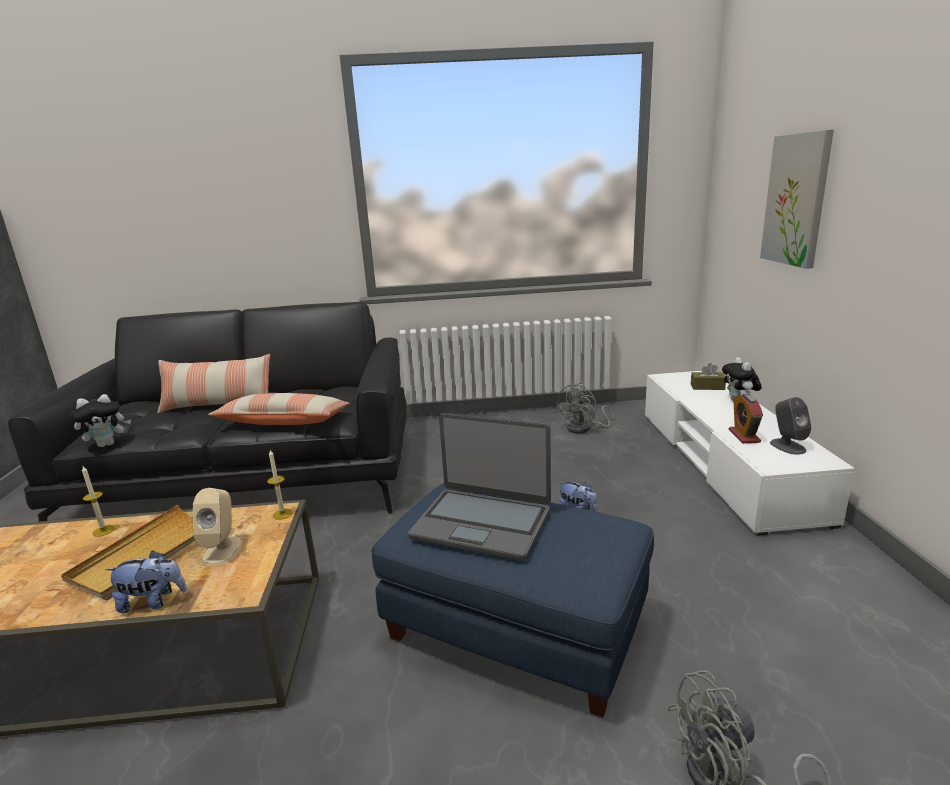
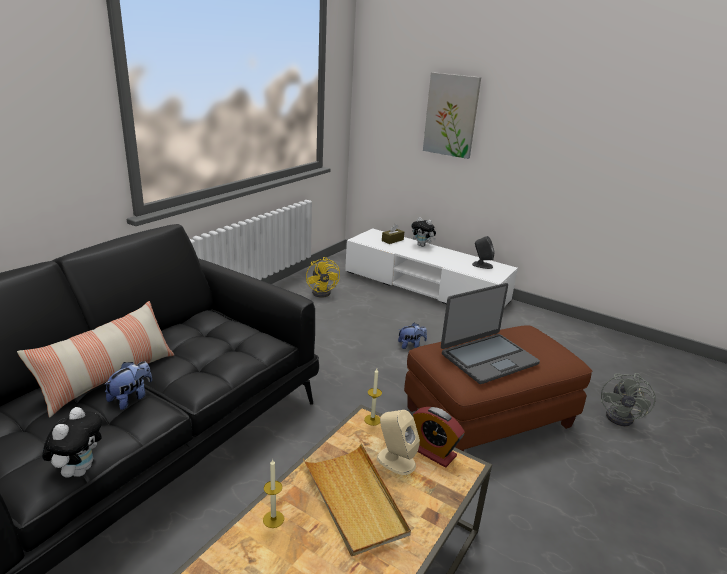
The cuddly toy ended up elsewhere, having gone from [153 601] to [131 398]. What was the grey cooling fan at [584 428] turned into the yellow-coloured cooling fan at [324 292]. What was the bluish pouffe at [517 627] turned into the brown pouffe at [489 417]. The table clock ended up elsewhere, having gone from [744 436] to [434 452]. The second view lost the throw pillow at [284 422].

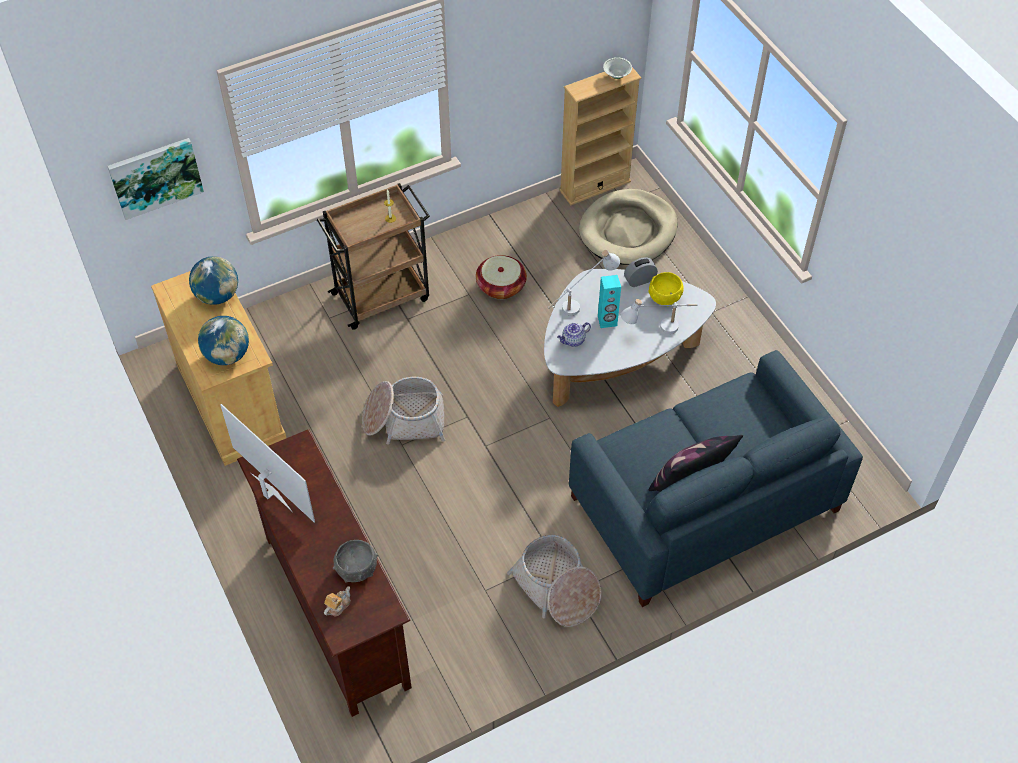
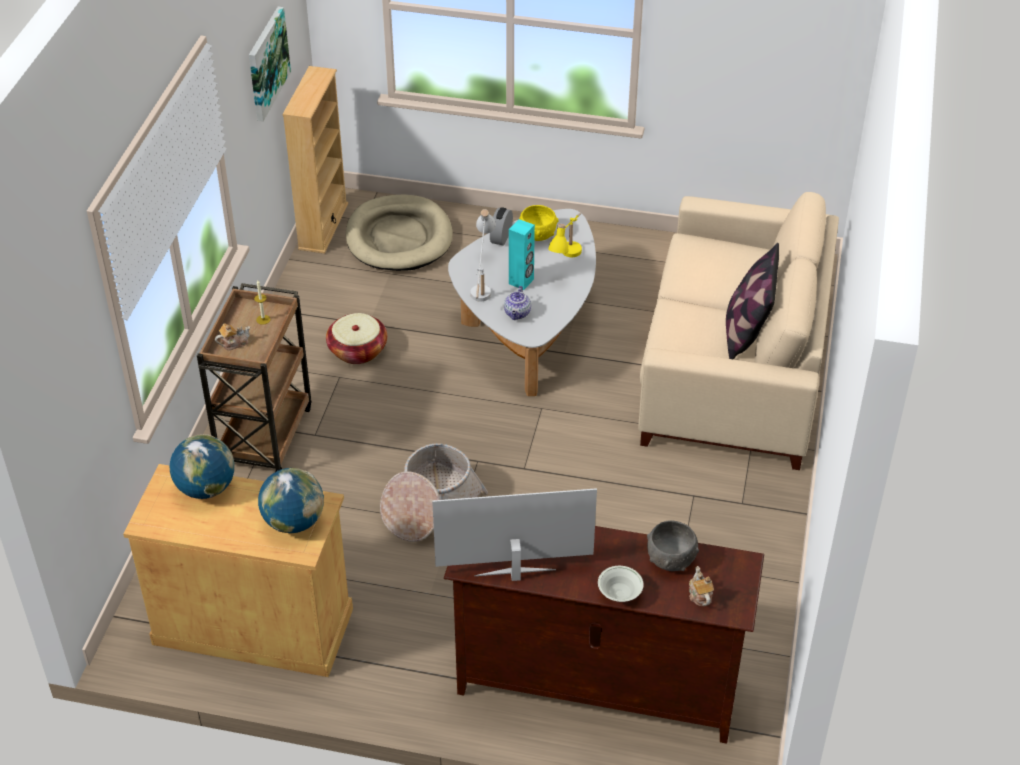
The second view gained the teapot at [234 343]. The picture ended up elsewhere, having gone from [155 177] to [266 63]. What was the whitish lamp for a table at [657 331] turned into the yellow-coloured lamp for a table at [567 260]. The whitish serving bowl ended up elsewhere, having gone from [616 75] to [619 594]. What was the bluish settee at [703 502] turned into the sand-coloured settee at [732 369]. The second view lost the household basket at [556 588].

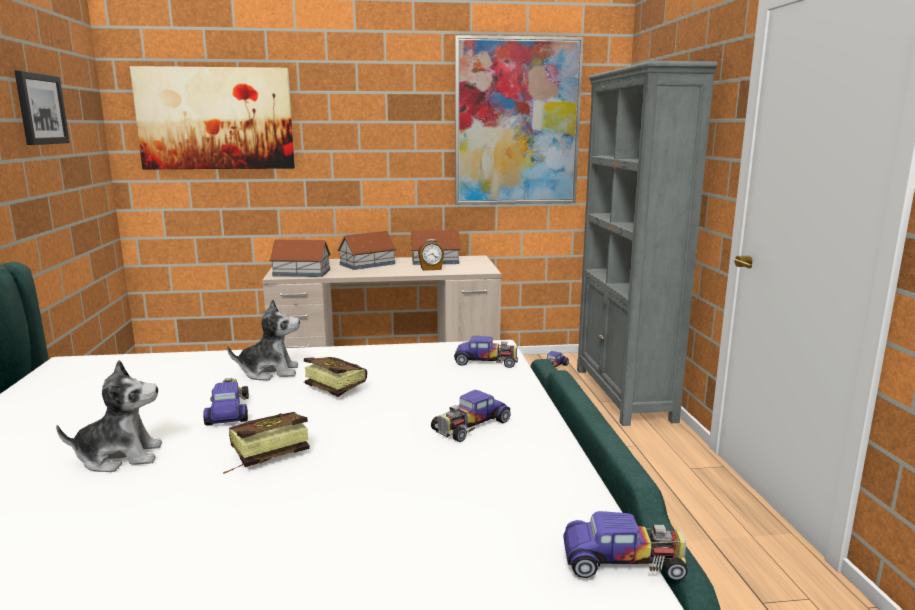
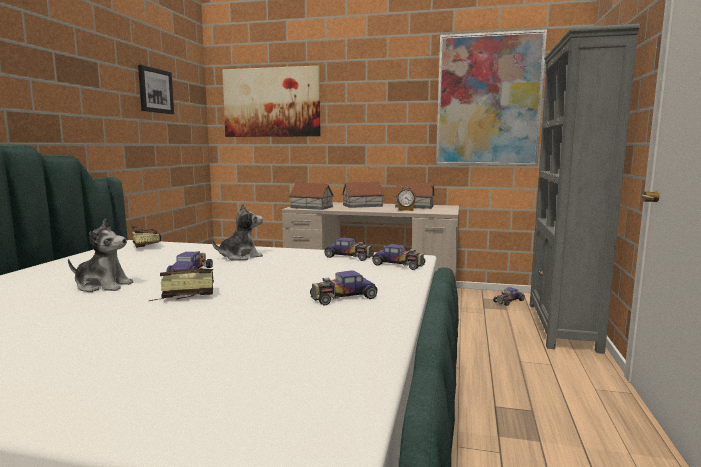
The volume ended up elsewhere, having gone from [331 388] to [146 246]. The cuddly toy at [270 372] ended up facing another way, 45 degrees counterclockwise from before. The miniature car ended up elsewhere, having gone from [623 560] to [349 256].

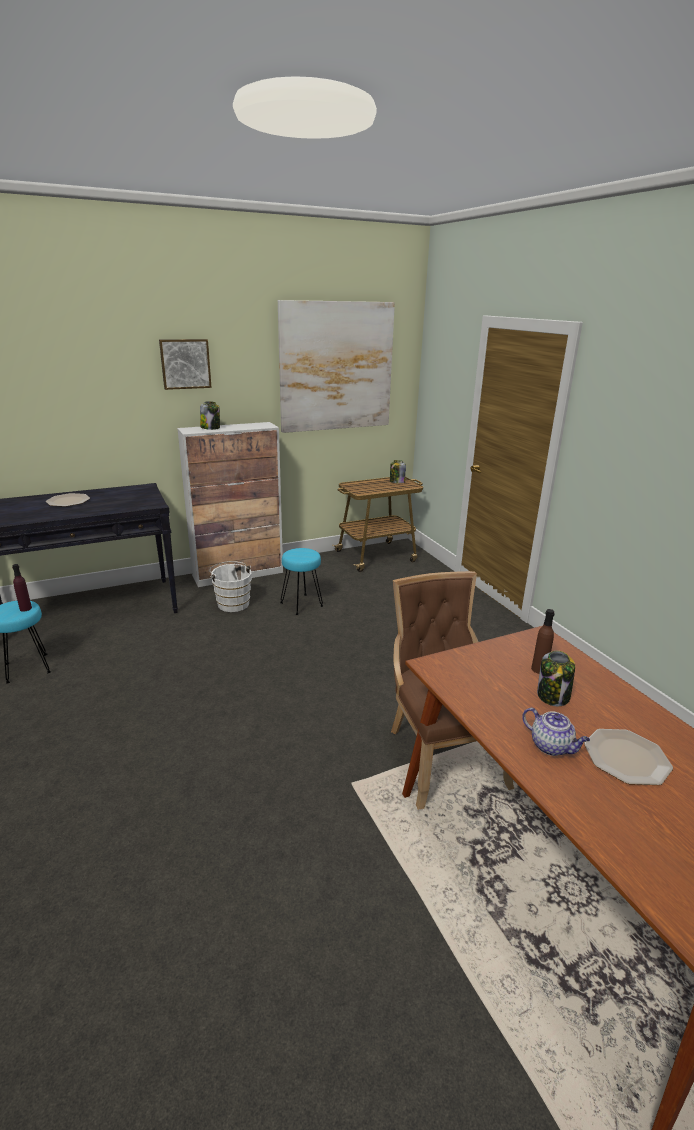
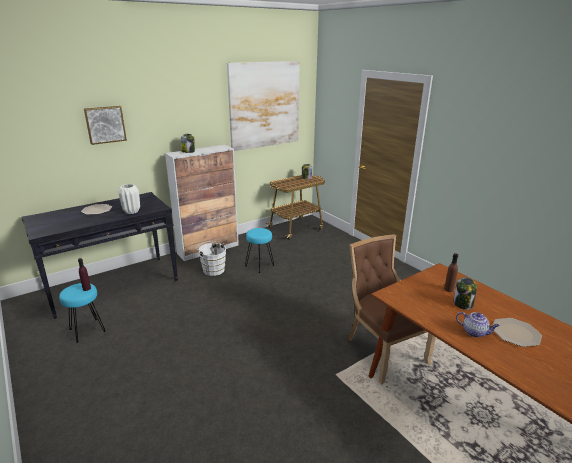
The picture ended up elsewhere, having gone from [185 364] to [105 124]. The second view gained the whitish vase at [131 212].

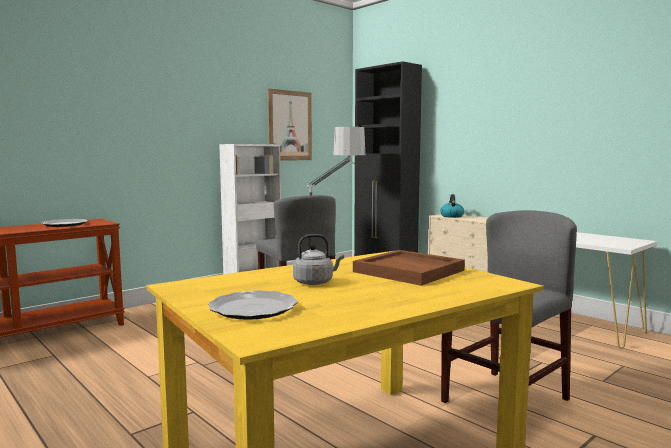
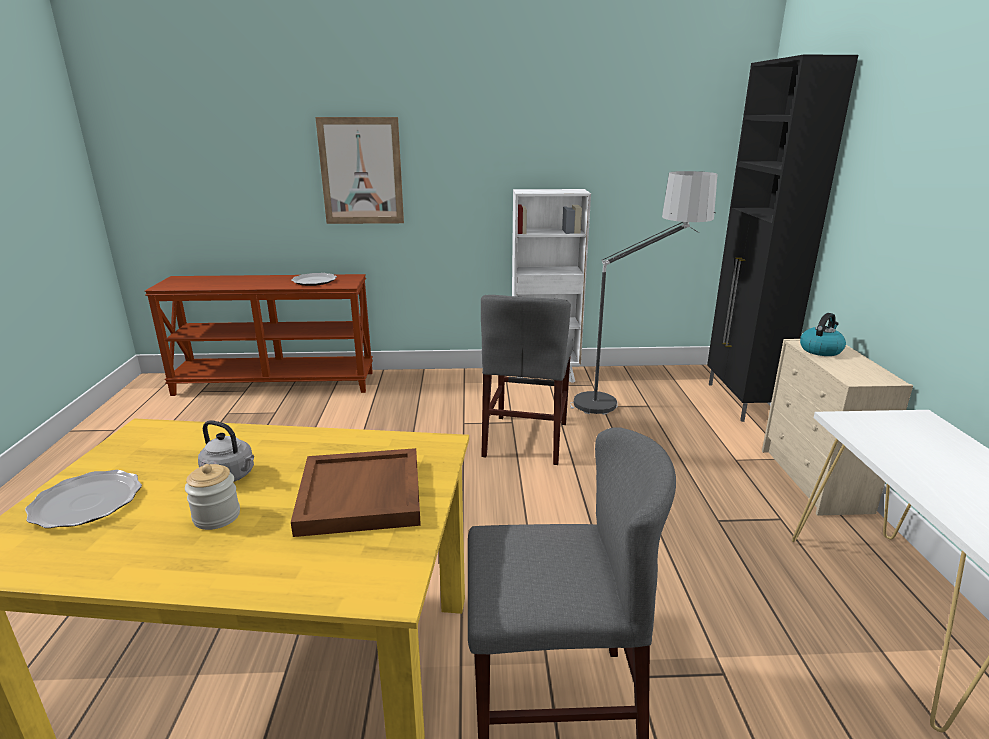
The second view gained the preserve jar at [217 517]. The picture ended up elsewhere, having gone from [290 125] to [361 171].

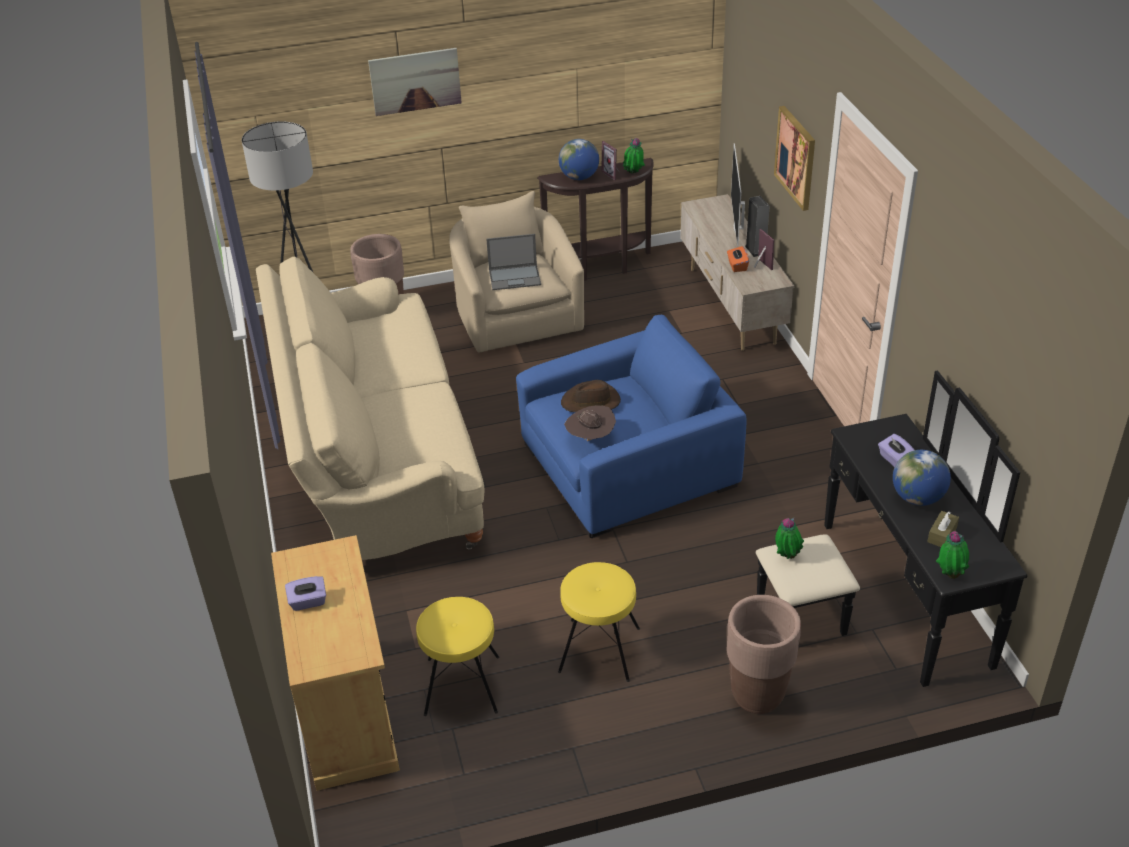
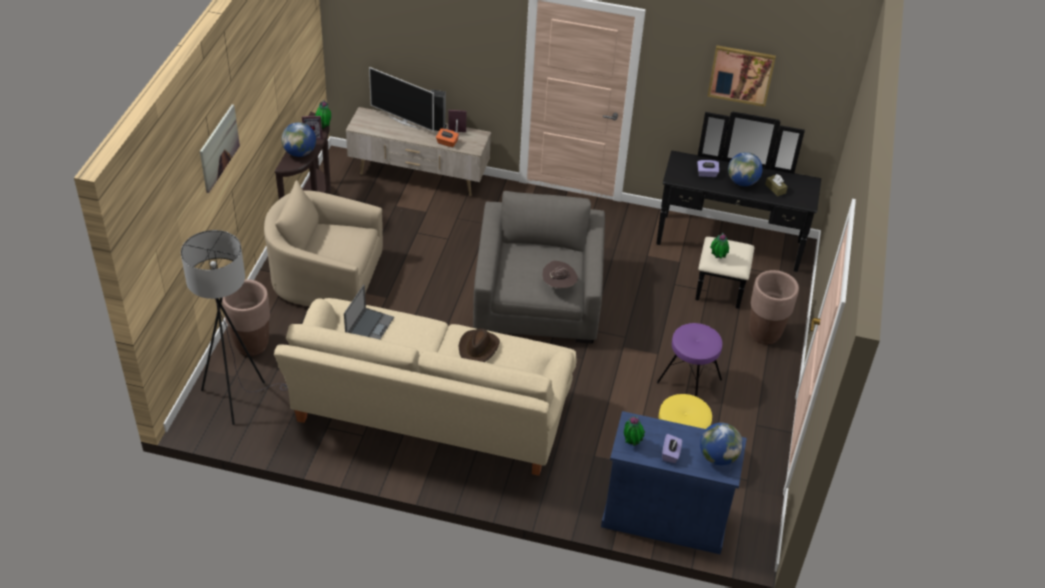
The laptop ended up elsewhere, having gone from [515 277] to [369 327]. The brown hat ended up elsewhere, having gone from [591 402] to [478 348]. What was the bluish easy chair at [627 465] turned into the grey easy chair at [538 297]. What was the sand-coloured storage cabinet at [346 712] turned into the bluish storage cabinet at [665 517]. The houseplant ended up elsewhere, having gone from [950 574] to [631 443]. What was the yellow-coloured sitting stool at [599 649] turned into the purple-coloured sitting stool at [688 381]. The second view gained the desk globe at [718 457]. The picture ended up elsewhere, having gone from [796 157] to [741 75].

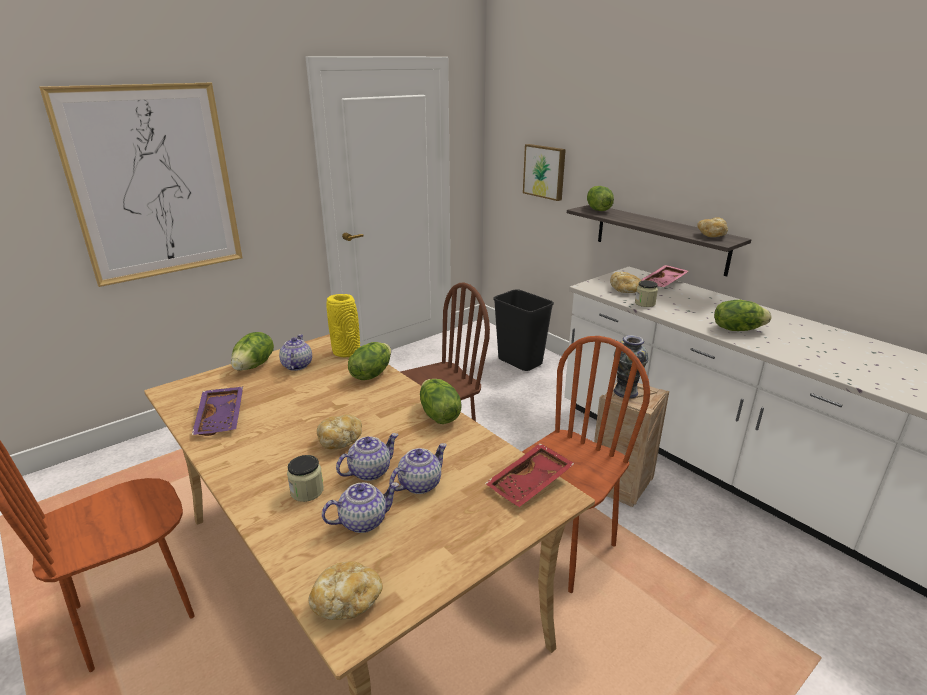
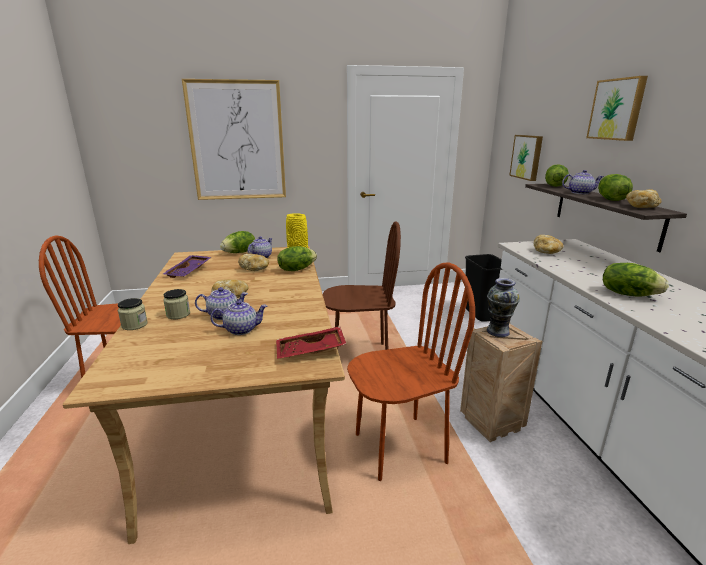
The preserve jar ended up elsewhere, having gone from [645 303] to [134 325]. The bakery bread ended up elsewhere, having gone from [347 601] to [255 269]. The teapot ended up elsewhere, having gone from [363 521] to [580 193]. The second view gained the picture at [617 109]. The lettuce head ended up elsewhere, having gone from [438 415] to [610 199]. The second view lost the pinkish tray at [664 282].

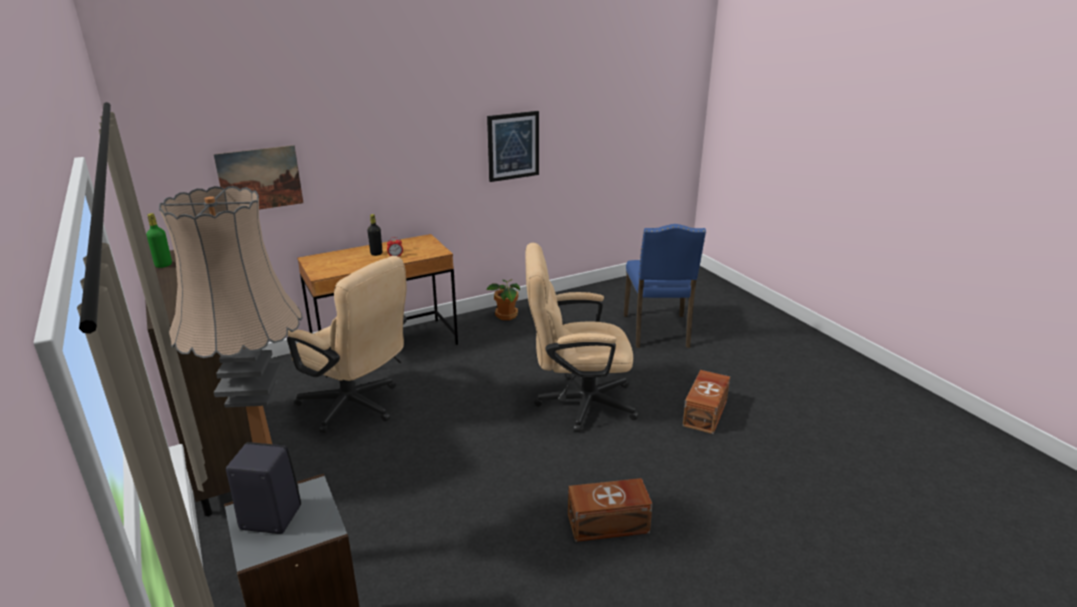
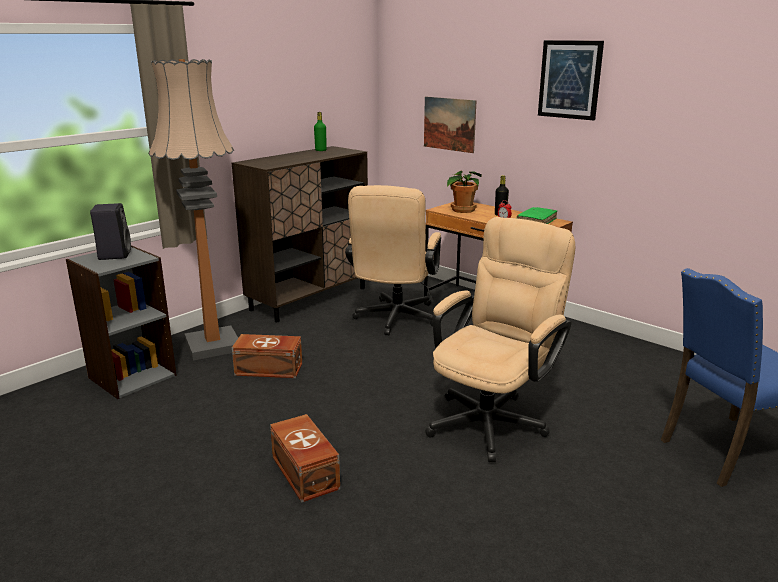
The brown storage container ended up elsewhere, having gone from [706 413] to [269 369]. The sand-coloured office chair at [576 403] ended up facing another way, 60 degrees clockwise from before. The houseplant ended up elsewhere, having gone from [506 316] to [462 210]. The second view gained the green-coloured volume at [536 221]. The picture ended up elsewhere, having gone from [513 146] to [570 79].

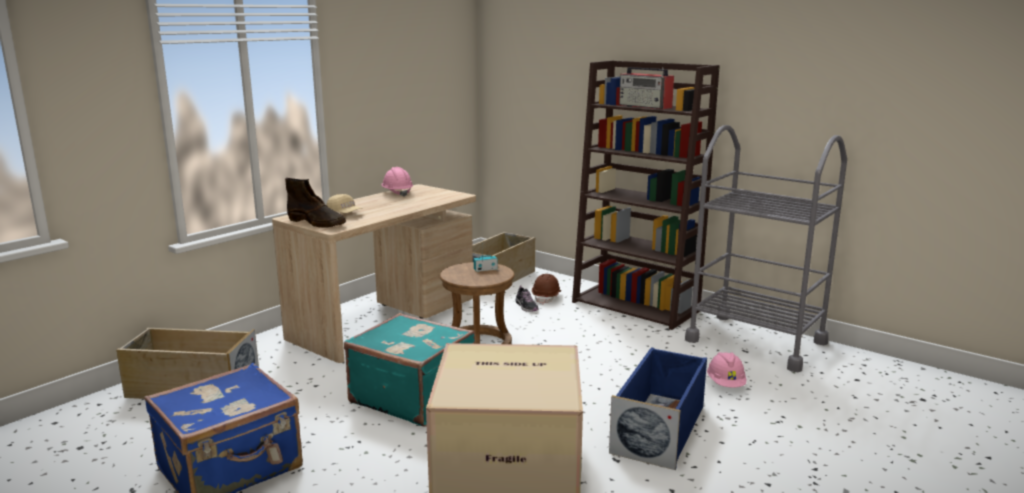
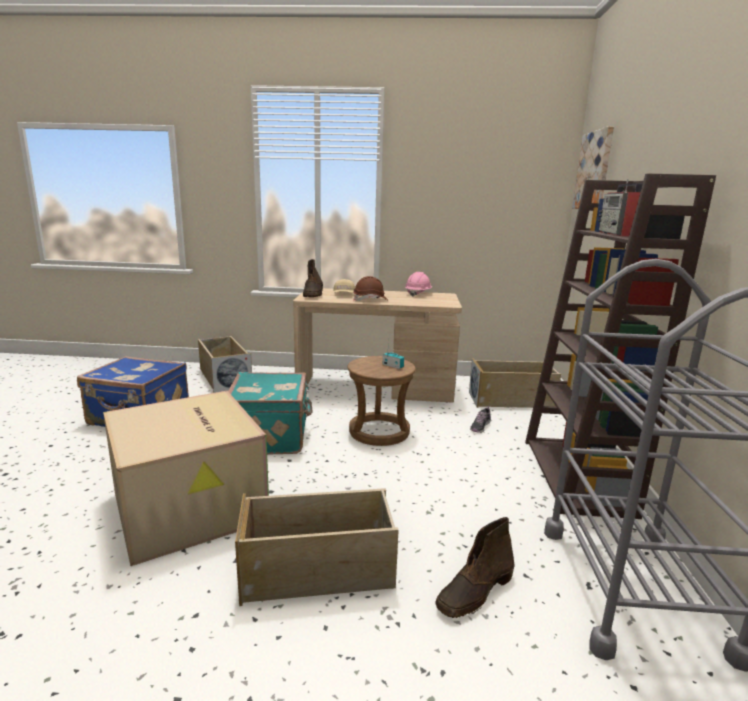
What was the bluish storage container at [659 429] turned into the sand-coloured storage container at [319 569]. The brown hard hat ended up elsewhere, having gone from [547 297] to [370 300]. Where the pinkish hard hat stood at [726 384], the brown tall boot came to stand at [475 592]. The second view gained the picture at [594 171].

